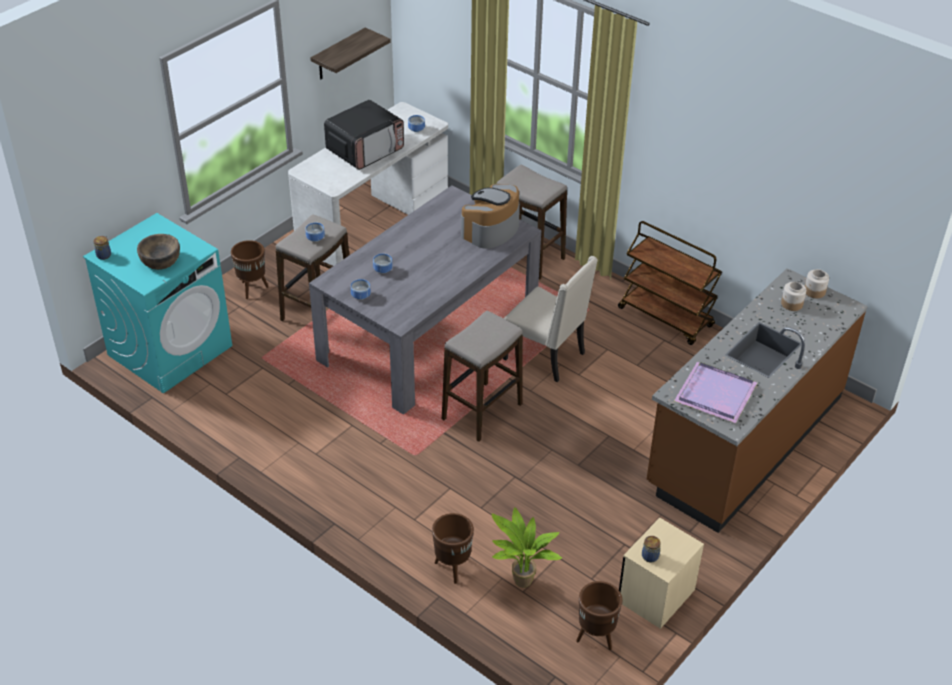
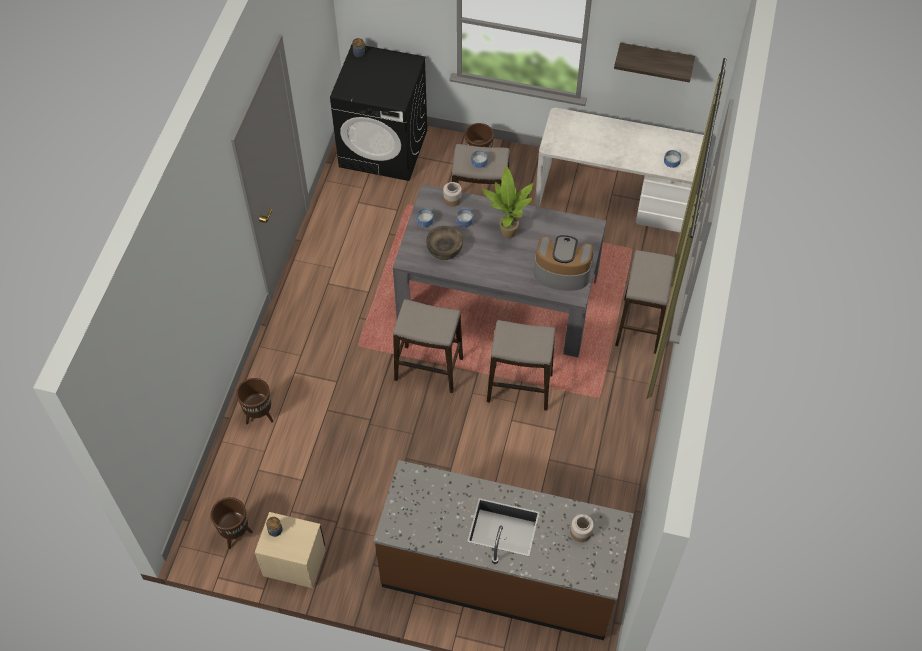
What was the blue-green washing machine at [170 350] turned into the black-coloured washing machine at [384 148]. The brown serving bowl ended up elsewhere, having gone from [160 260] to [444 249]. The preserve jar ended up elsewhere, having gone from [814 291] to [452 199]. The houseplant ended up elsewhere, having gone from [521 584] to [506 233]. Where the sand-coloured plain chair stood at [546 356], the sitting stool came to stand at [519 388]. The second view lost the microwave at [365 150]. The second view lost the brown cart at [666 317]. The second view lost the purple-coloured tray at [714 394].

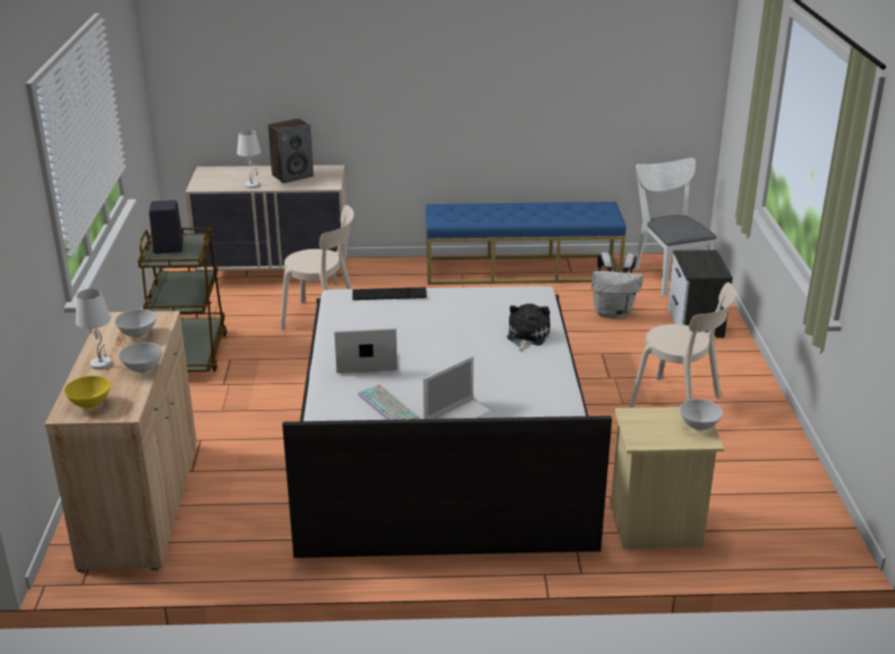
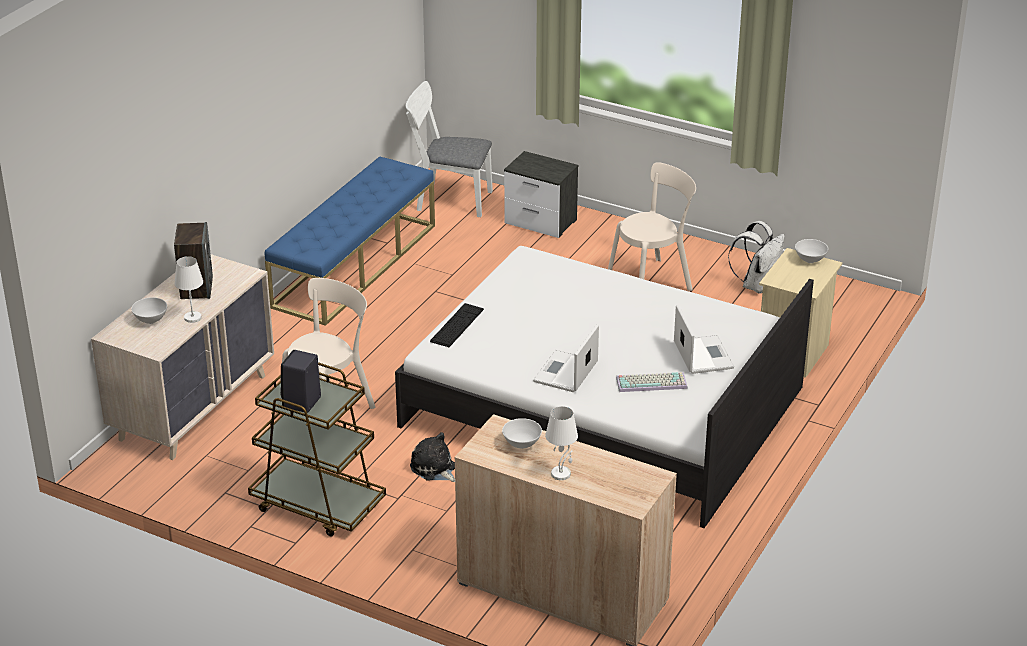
The whitish serving bowl ended up elsewhere, having gone from [143 369] to [150 320]. The cuddly toy ended up elsewhere, having gone from [526 337] to [434 469]. The whitish rucksack ended up elsewhere, having gone from [613 313] to [757 285]. The second view lost the yellow-coloured serving bowl at [91 405].

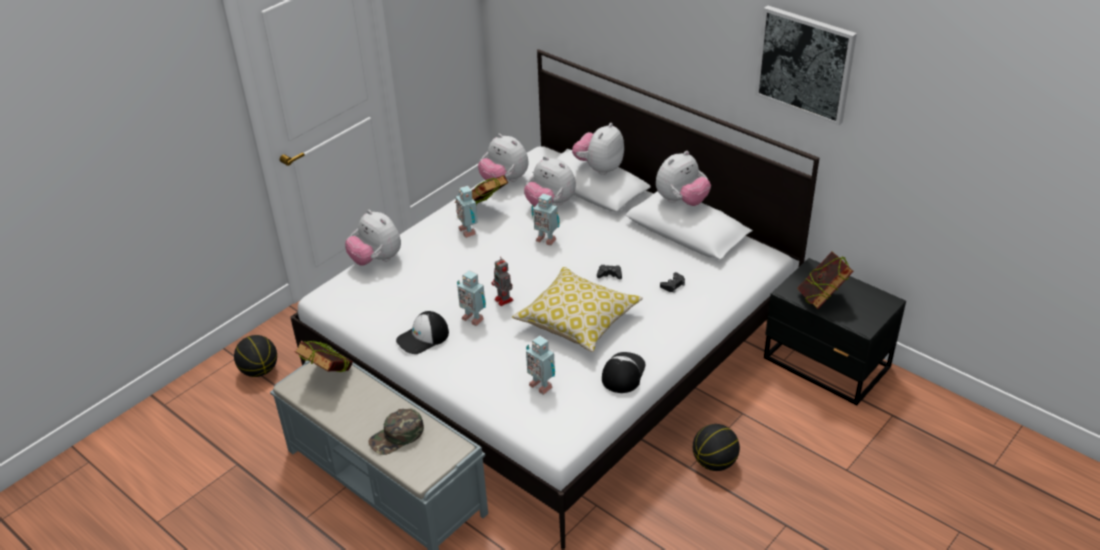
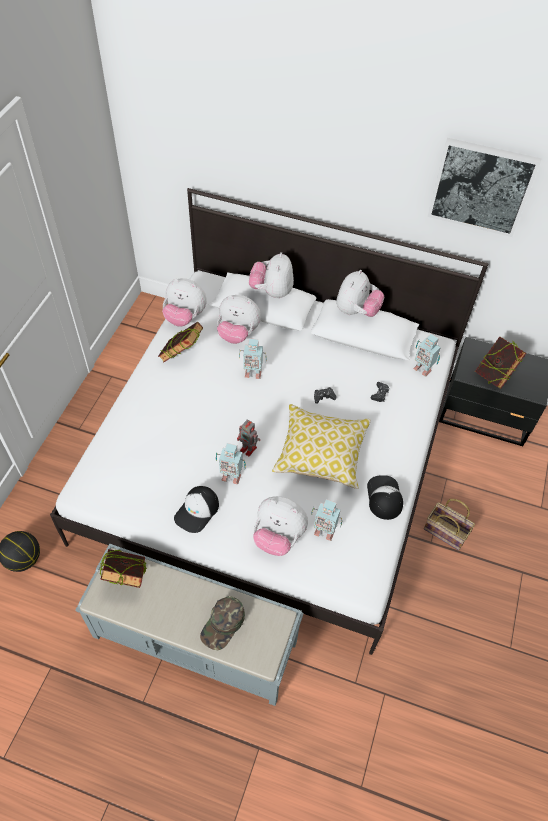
The cuddly toy ended up elsewhere, having gone from [376 260] to [278 537]. The model robot ended up elsewhere, having gone from [468 231] to [422 368]. Where the basketball ball stood at [714 463], the household basket came to stand at [447 532].

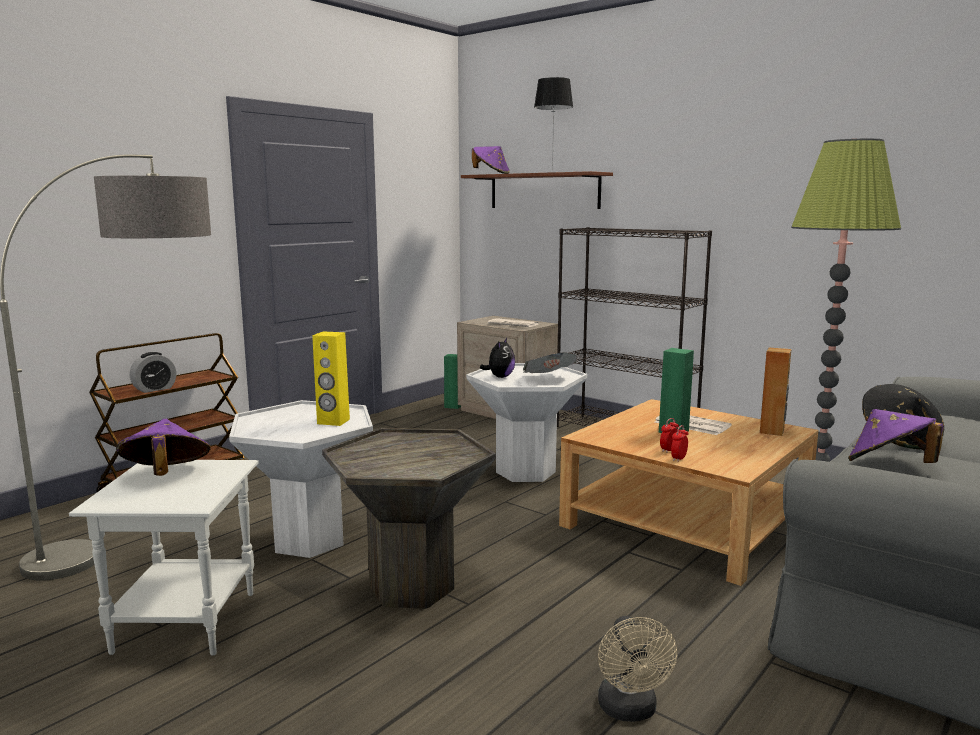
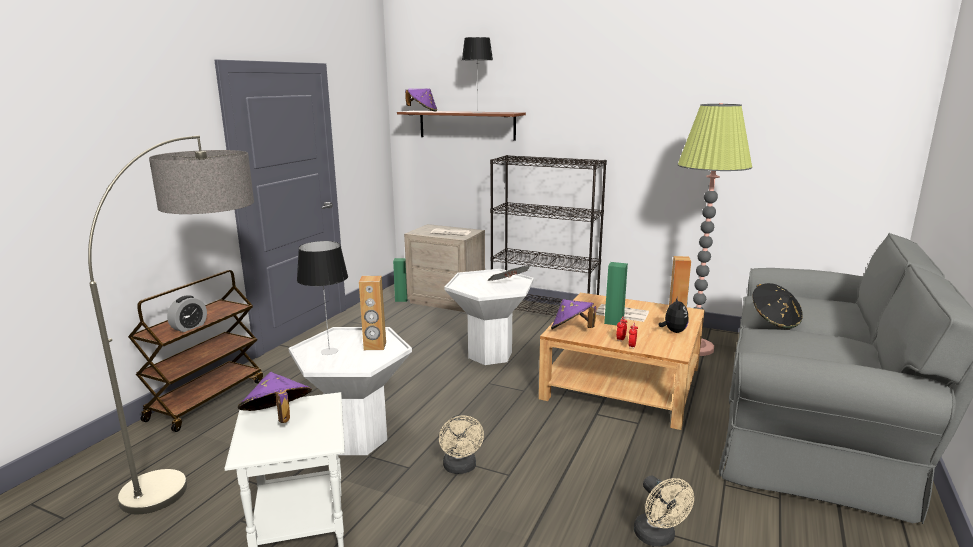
The second view gained the lamp for a table at [329 351]. What was the yellow-coloured audio speaker at [333 421] turned into the brown audio speaker at [375 346]. Where the grey side table stood at [411 587], the sand-coloured cooling fan came to stand at [460 468]. The purple-coloured hat ended up elsewhere, having gone from [889 466] to [572 330]. The cuddly toy ended up elsewhere, having gone from [500 377] to [673 331].

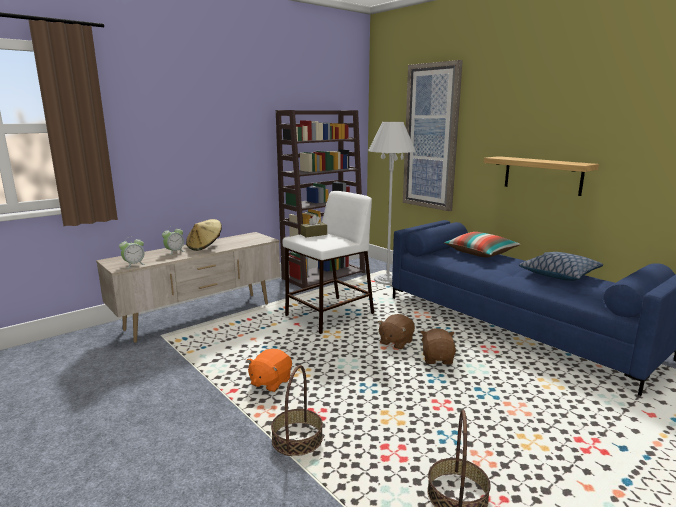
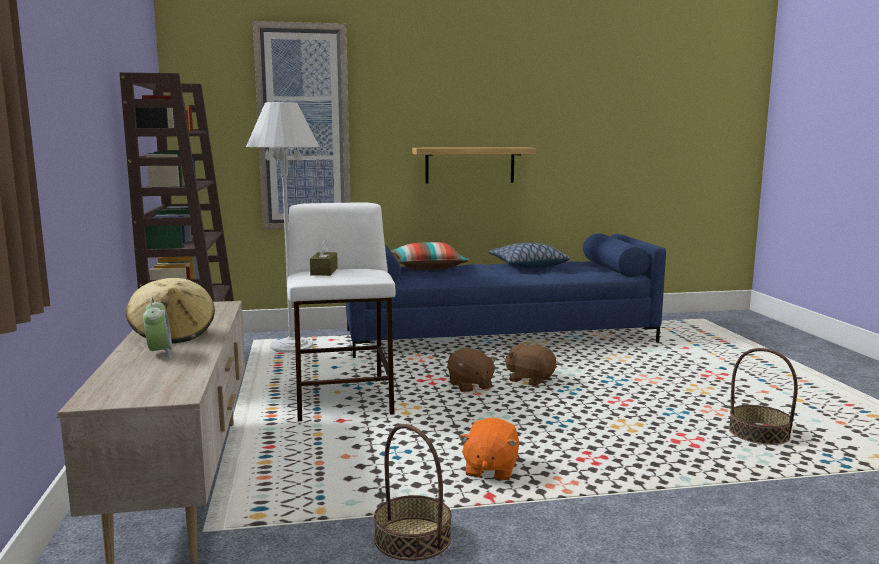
The household basket ended up elsewhere, having gone from [297 439] to [412 539]. The orange cuddly toy at [270 382] ended up facing another way, 45 degrees clockwise from before. The second view lost the table clock at [134 264].

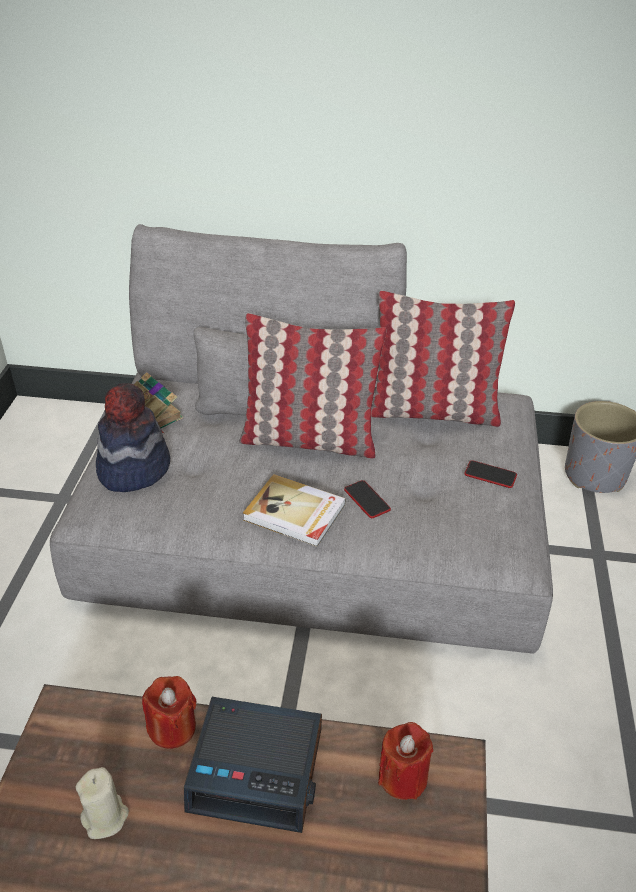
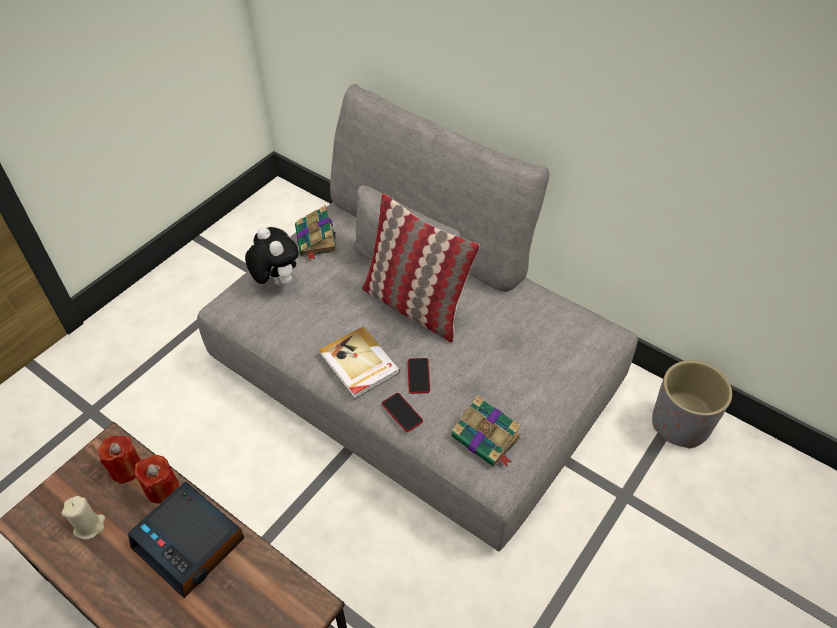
The red candle ended up elsewhere, having gone from [403 777] to [126 468]. Where the hat stood at [133 468], the cuddly toy came to stand at [276 281]. The phone ended up elsewhere, having gone from [490 475] to [402 413]. The second view gained the volume at [487 438]. The second view lost the throw pillow at [433 411].

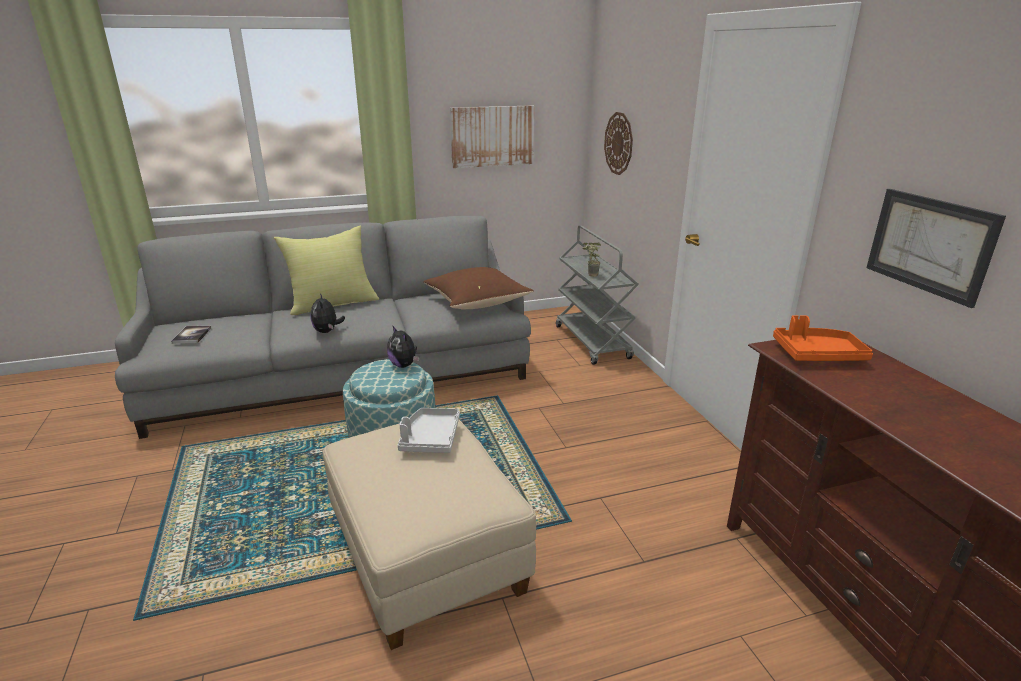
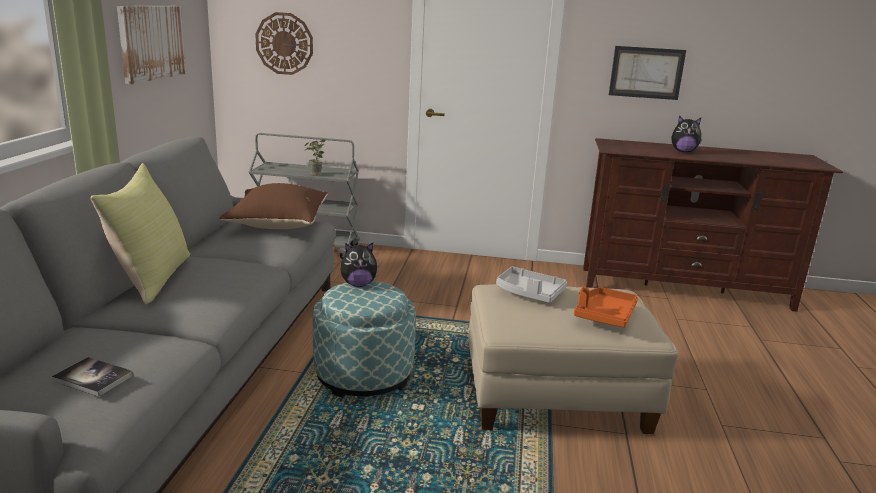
The orange tray ended up elsewhere, having gone from [817 354] to [604 315]. The cuddly toy ended up elsewhere, having gone from [327 331] to [683 151].

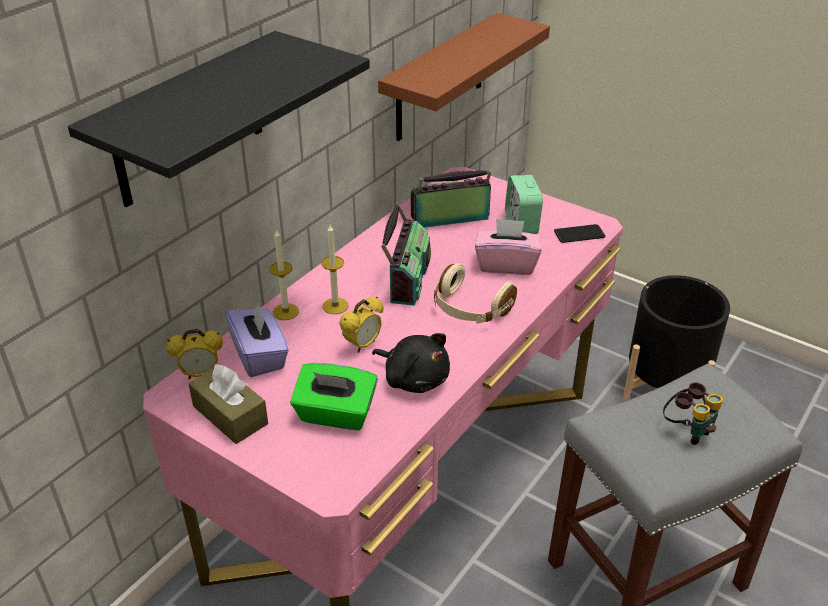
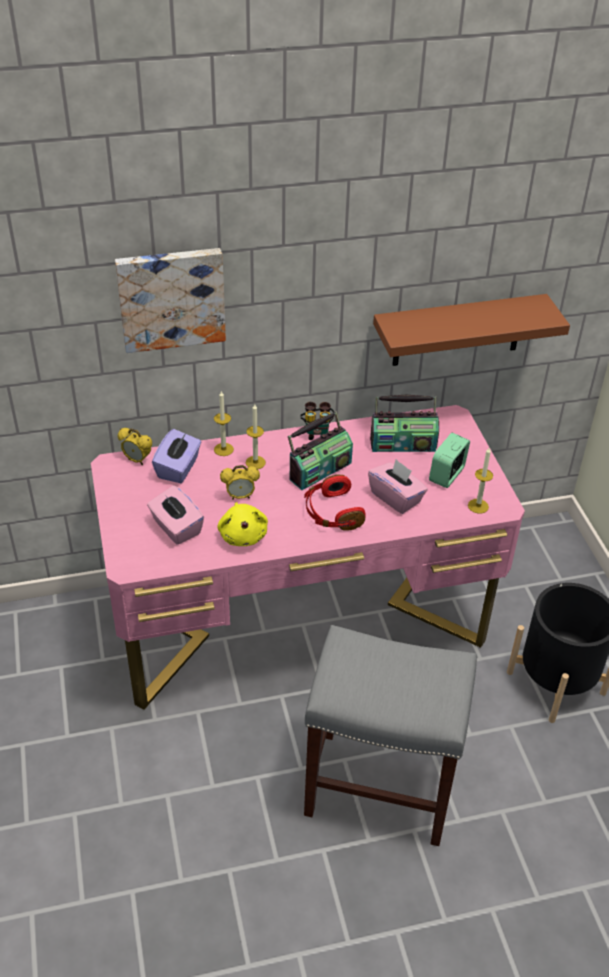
Where the black-coloured bracket shelf hung at [188 121], the picture came to hang at [171 298]. What was the green-coloured tissue box at [335 415] turned into the pinkish tissue box at [176 528]. What was the black-coloured cuddly toy at [414 378] turned into the yellow-coloured cuddly toy at [243 535]. The binoculars ended up elsewhere, having gone from [687 430] to [317 433]. What was the sand-coloured pair of headphones at [470 309] turned into the red pair of headphones at [332 513]. The radio set at [450 219] ended up facing another way, 150 degrees clockwise from before. Where the phone stood at [579 234], the candle came to stand at [478 506]. The second view lost the brown tissue box at [230 415].

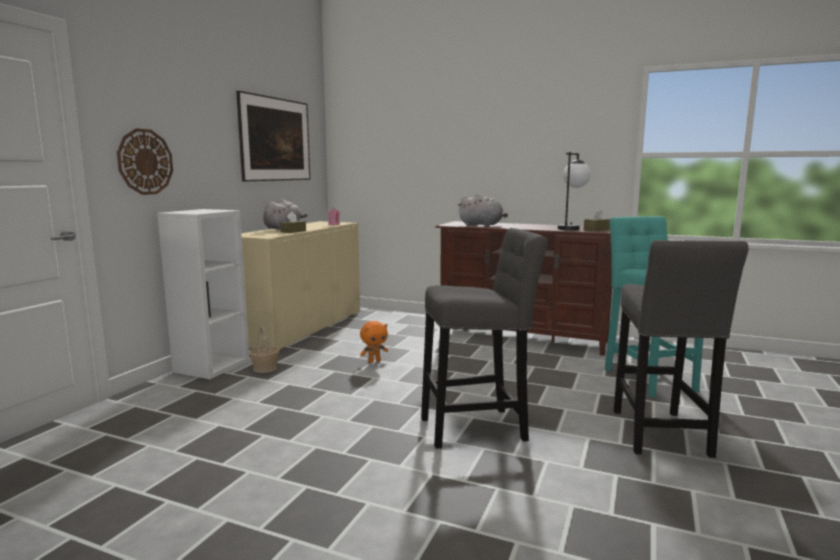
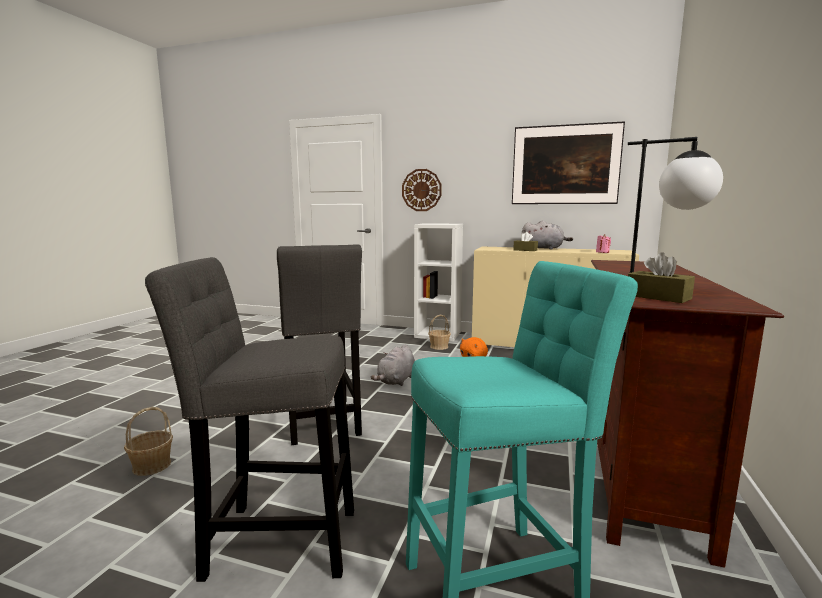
The second view gained the household basket at [151 466]. The grey cuddly toy ended up elsewhere, having gone from [482 225] to [396 381].

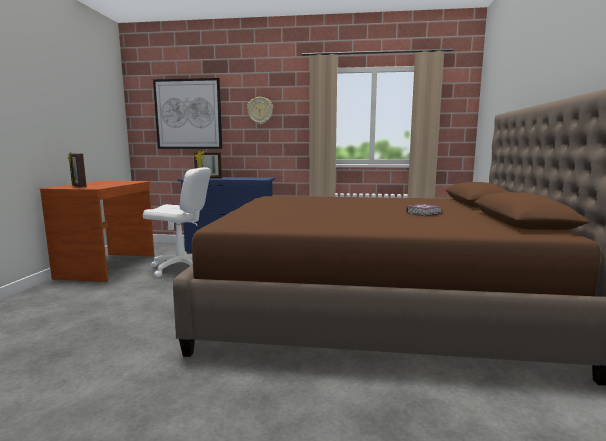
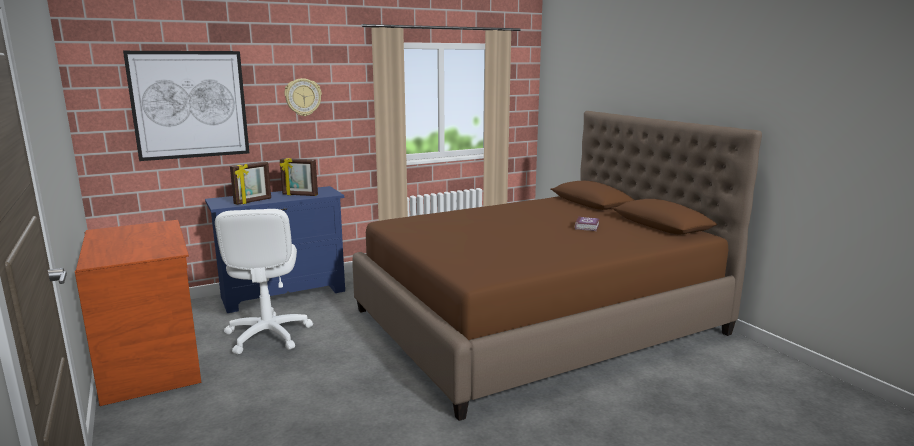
The whitish office chair at [181 268] ended up facing another way, 105 degrees clockwise from before. The picture frame ended up elsewhere, having gone from [78 186] to [299 195].

